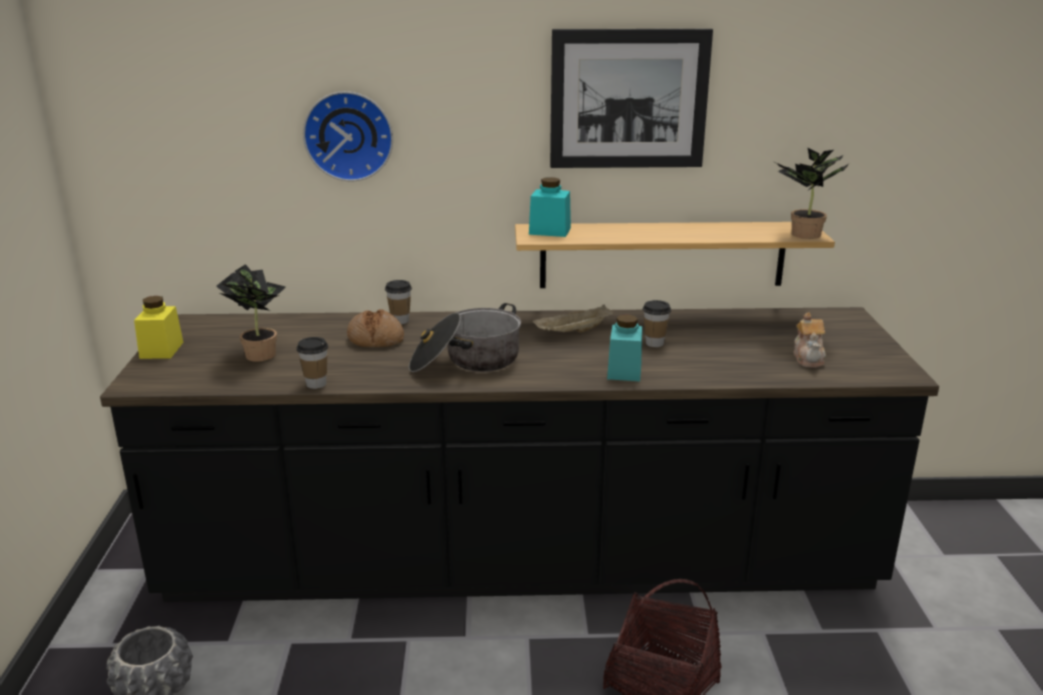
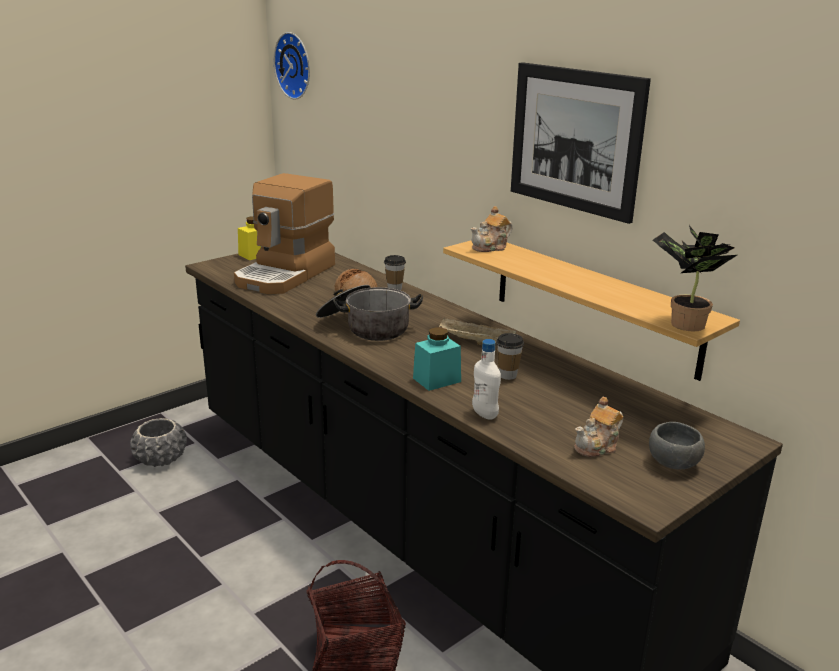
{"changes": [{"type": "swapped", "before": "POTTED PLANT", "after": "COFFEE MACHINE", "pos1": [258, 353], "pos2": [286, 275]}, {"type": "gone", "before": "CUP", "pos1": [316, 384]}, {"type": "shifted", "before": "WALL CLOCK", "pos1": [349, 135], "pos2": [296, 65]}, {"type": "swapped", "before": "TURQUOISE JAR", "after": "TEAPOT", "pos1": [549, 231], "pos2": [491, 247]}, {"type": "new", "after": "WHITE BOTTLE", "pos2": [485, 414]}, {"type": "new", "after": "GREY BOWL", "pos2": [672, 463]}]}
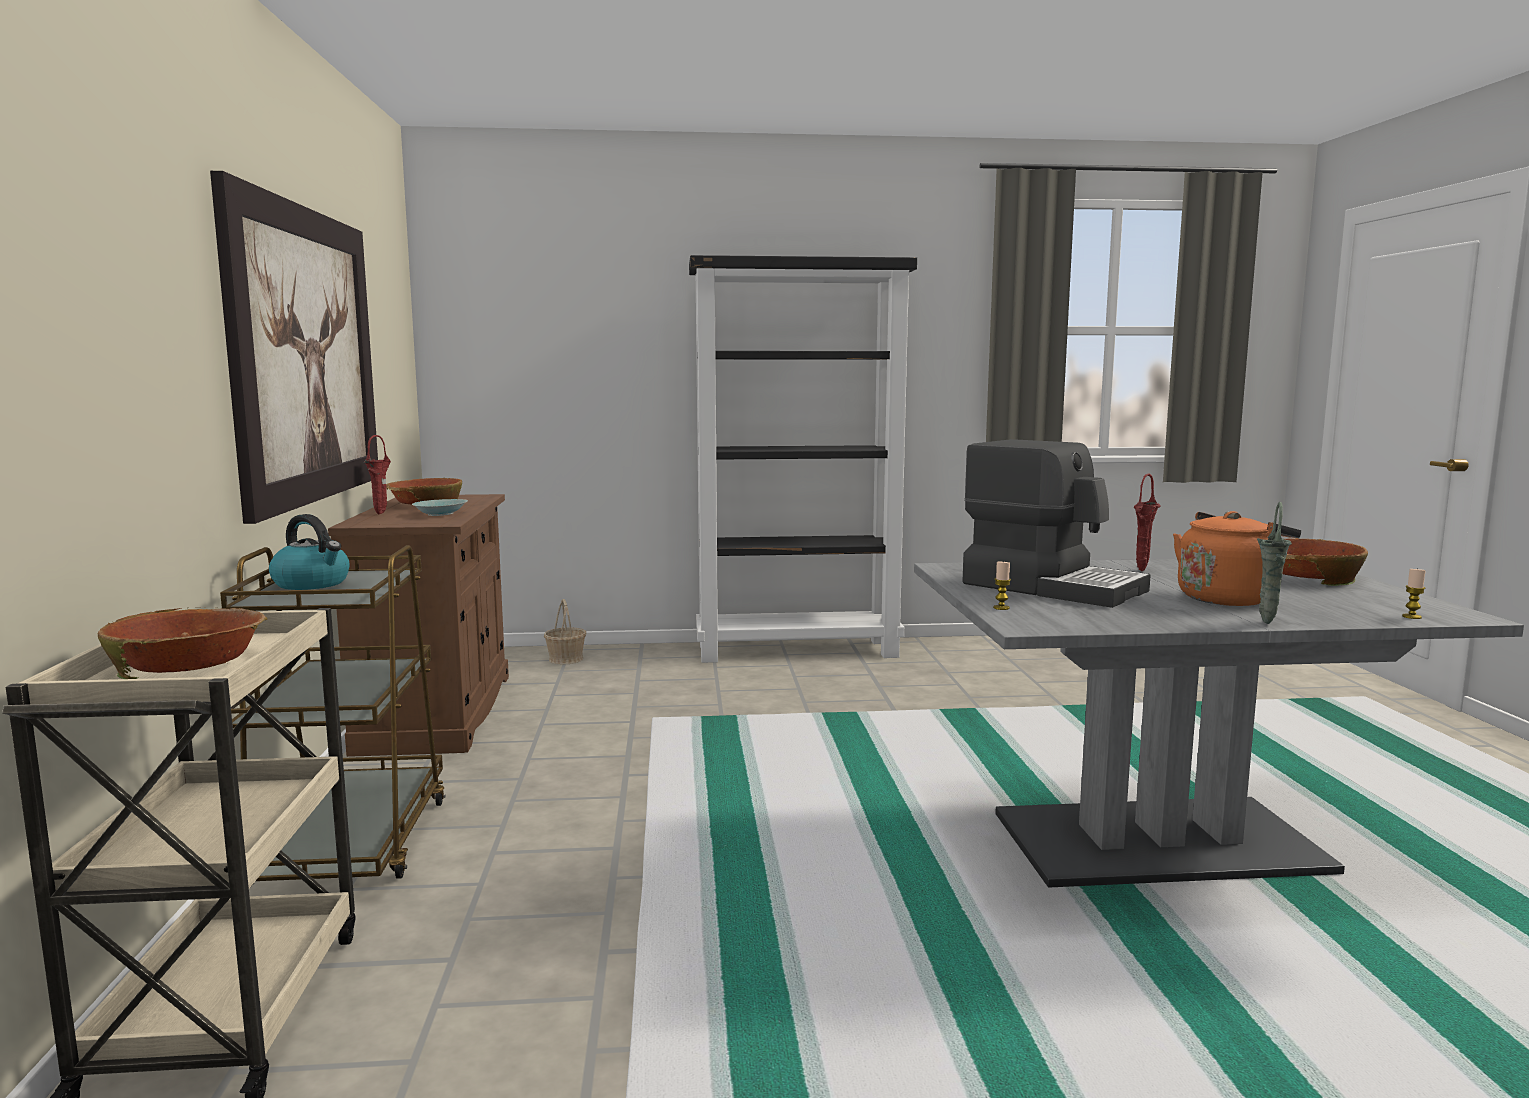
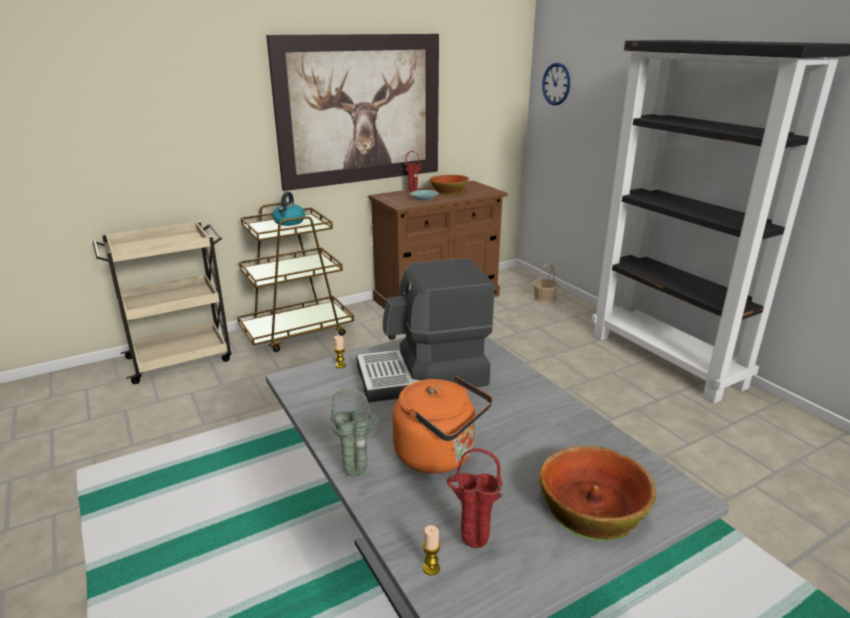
{"changes": [{"type": "gone", "before": "BOWL", "pos1": [189, 666]}, {"type": "rotated", "before": "COFFEE MACHINE", "pos1": [1052, 587], "pos2": [423, 376], "turn": 60}, {"type": "shifted", "before": "RED VASE", "pos1": [1141, 571], "pos2": [471, 545]}, {"type": "new", "after": "WALL CLOCK", "pos2": [556, 84]}]}
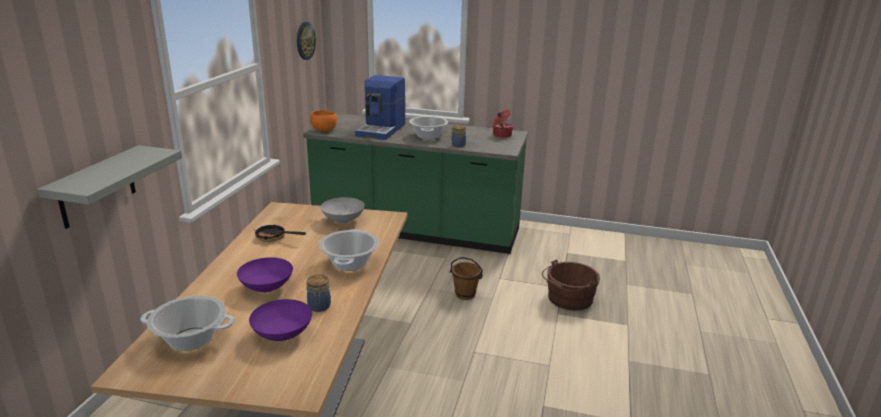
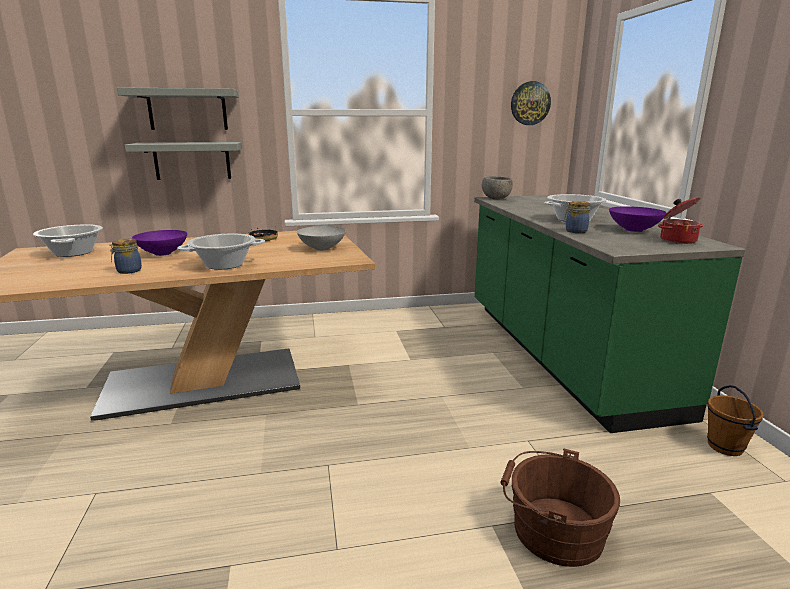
{"changes": [{"type": "shifted", "before": "PURPLE BOWL", "pos1": [281, 335], "pos2": [633, 230]}, {"type": "repainted", "before": "ORANGE BOWL", "after": "GREY BOWL", "pos1": [324, 130], "pos2": [496, 199]}, {"type": "gone", "before": "COFFEE MACHINE", "pos1": [382, 130]}, {"type": "shifted", "before": "BROWN BUCKET", "pos1": [465, 294], "pos2": [725, 447]}, {"type": "new", "after": "GREY SHELF", "pos2": [187, 110]}]}
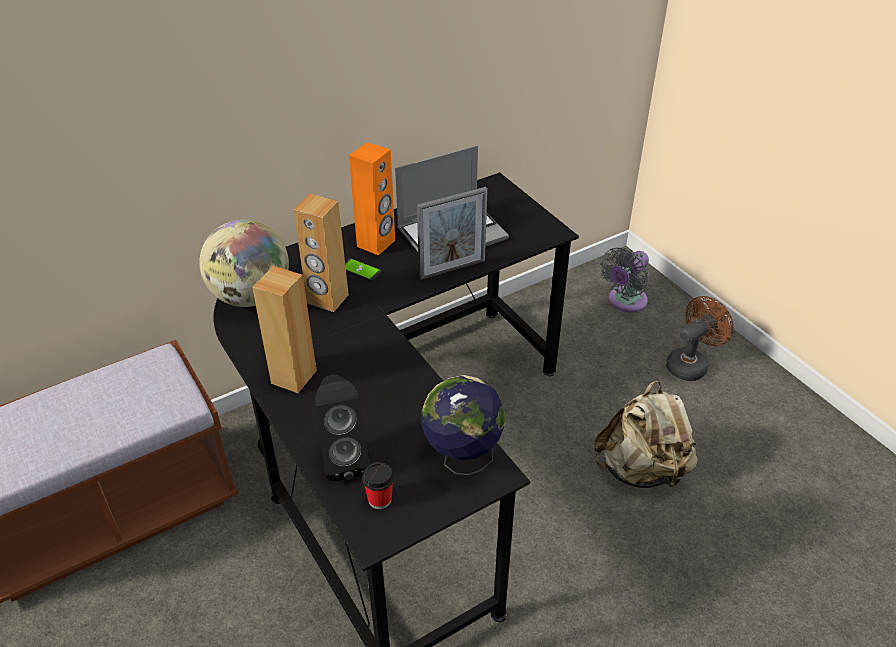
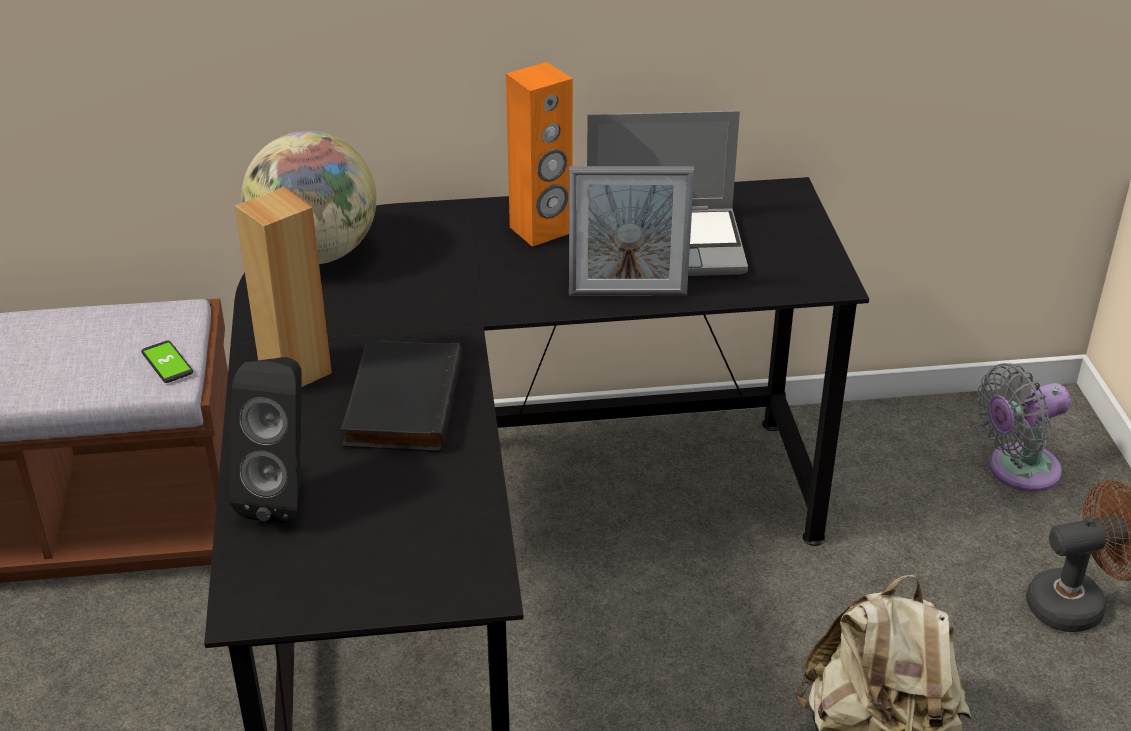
{"changes": [{"type": "gone", "before": "BROWN SPEAKER", "pos1": [327, 299]}, {"type": "shifted", "before": "PHONE", "pos1": [360, 270], "pos2": [167, 363]}, {"type": "gone", "before": "CUP", "pos1": [380, 499]}, {"type": "gone", "before": "GLOBE", "pos1": [462, 459]}, {"type": "new", "after": "BLACK BOOK", "pos2": [400, 402]}]}
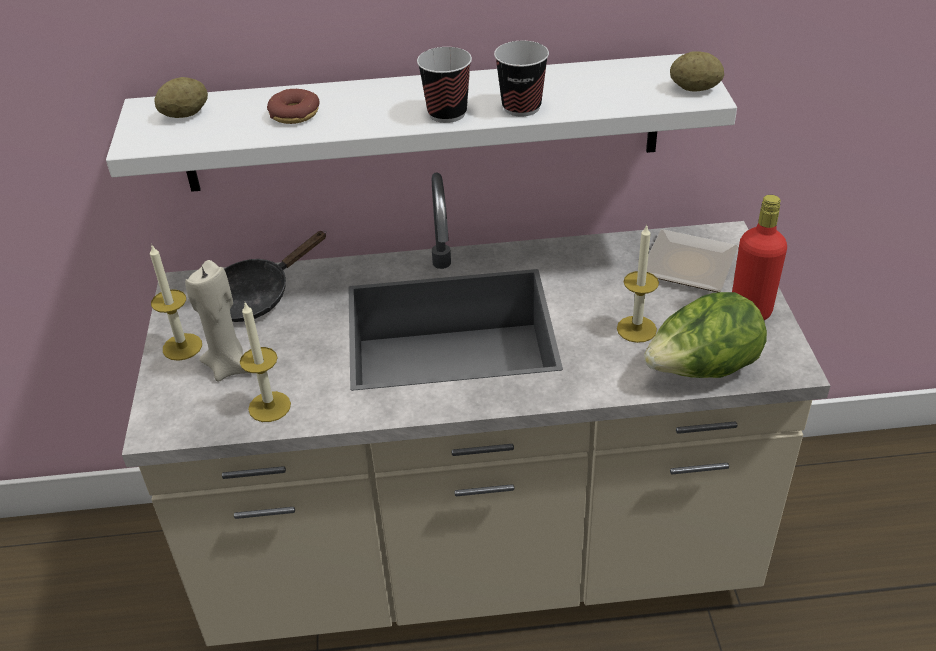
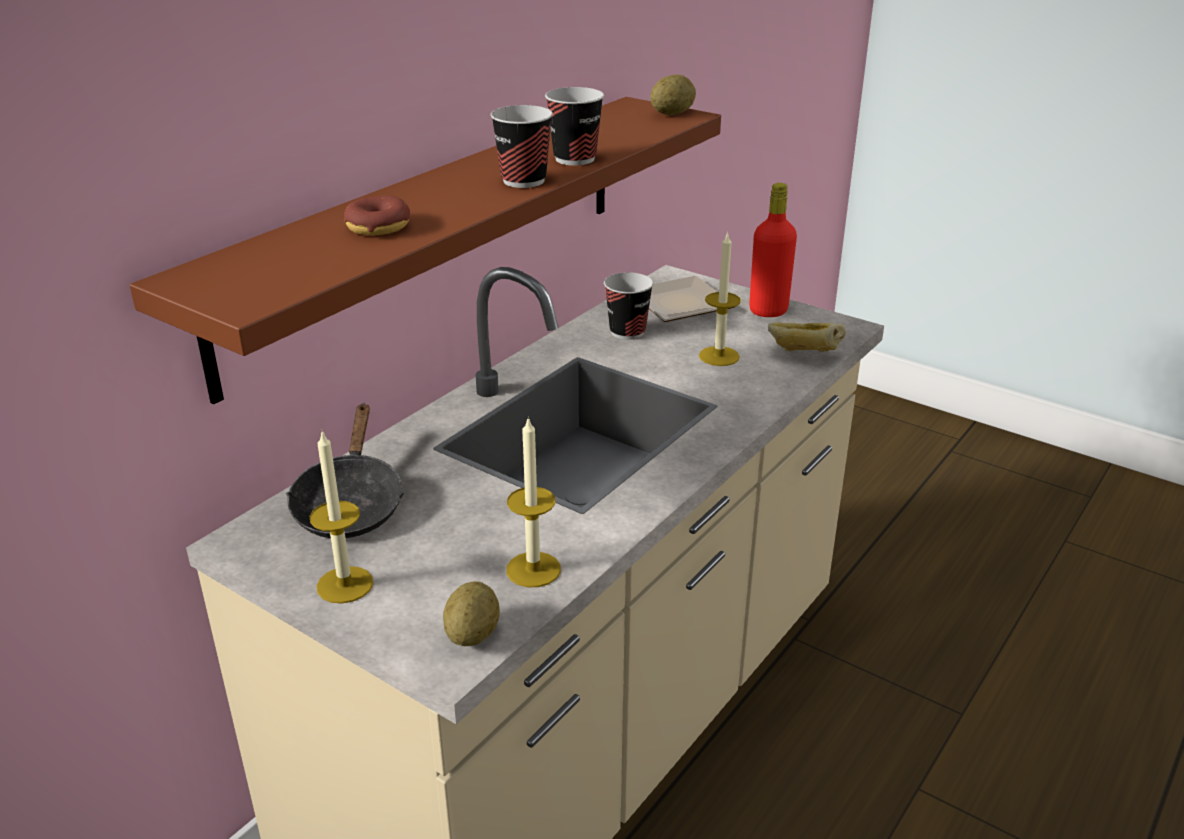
{"changes": [{"type": "repainted", "before": "WHITE SHELF", "after": "BROWN SHELF", "pos1": [422, 123], "pos2": [435, 231]}, {"type": "shifted", "before": "POTATO", "pos1": [185, 115], "pos2": [472, 634]}, {"type": "gone", "before": "BEIGE CANDLE", "pos1": [229, 366]}, {"type": "swapped", "before": "LETTUCE", "after": "BREAD", "pos1": [701, 370], "pos2": [803, 356]}, {"type": "new", "after": "CUP", "pos2": [627, 332]}]}
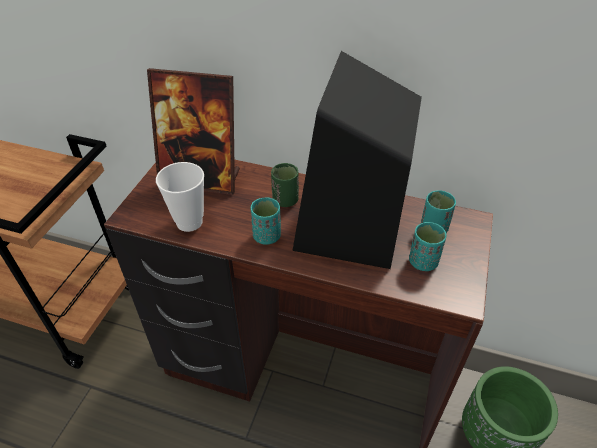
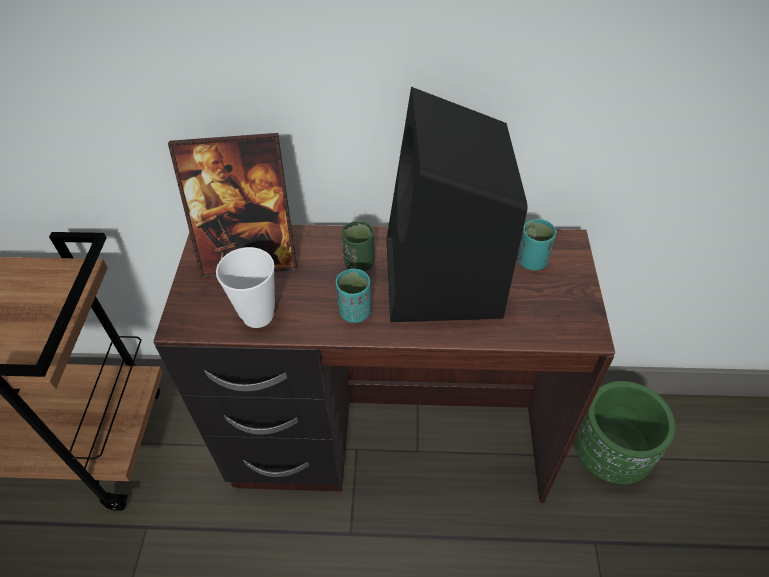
{"changes": [{"type": "gone", "before": "TURQUOISE CUP", "pos1": [423, 262]}]}
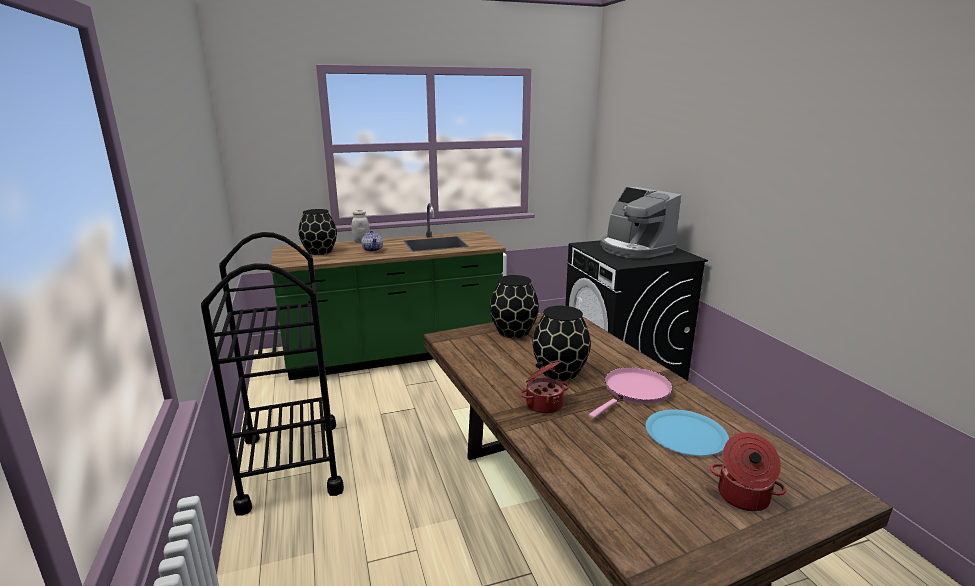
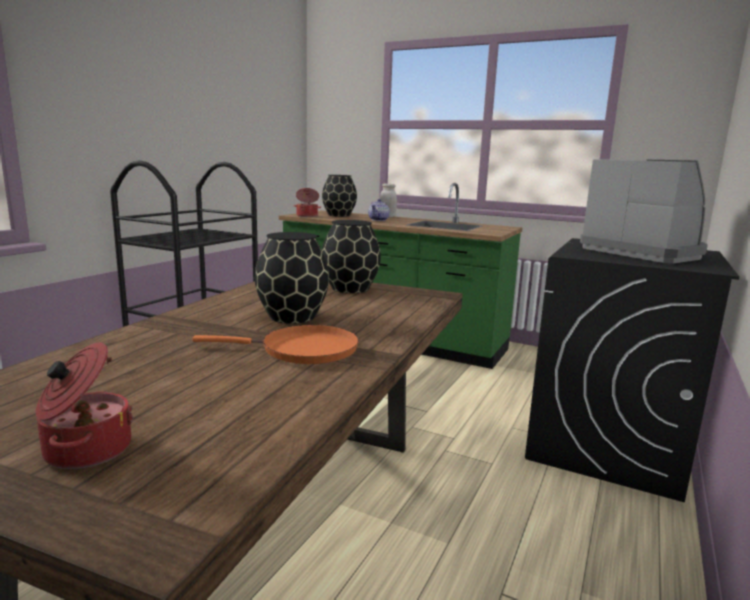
{"changes": [{"type": "shifted", "before": "COOKING POT", "pos1": [543, 404], "pos2": [307, 216]}, {"type": "repainted", "before": "PINK FRYING PAN", "after": "ORANGE FRYING PAN", "pos1": [634, 392], "pos2": [303, 350]}, {"type": "rotated", "before": "COFFEE MACHINE", "pos1": [634, 249], "pos2": [643, 252], "turn": 135}, {"type": "gone", "before": "BLUE PLATE", "pos1": [686, 434]}]}
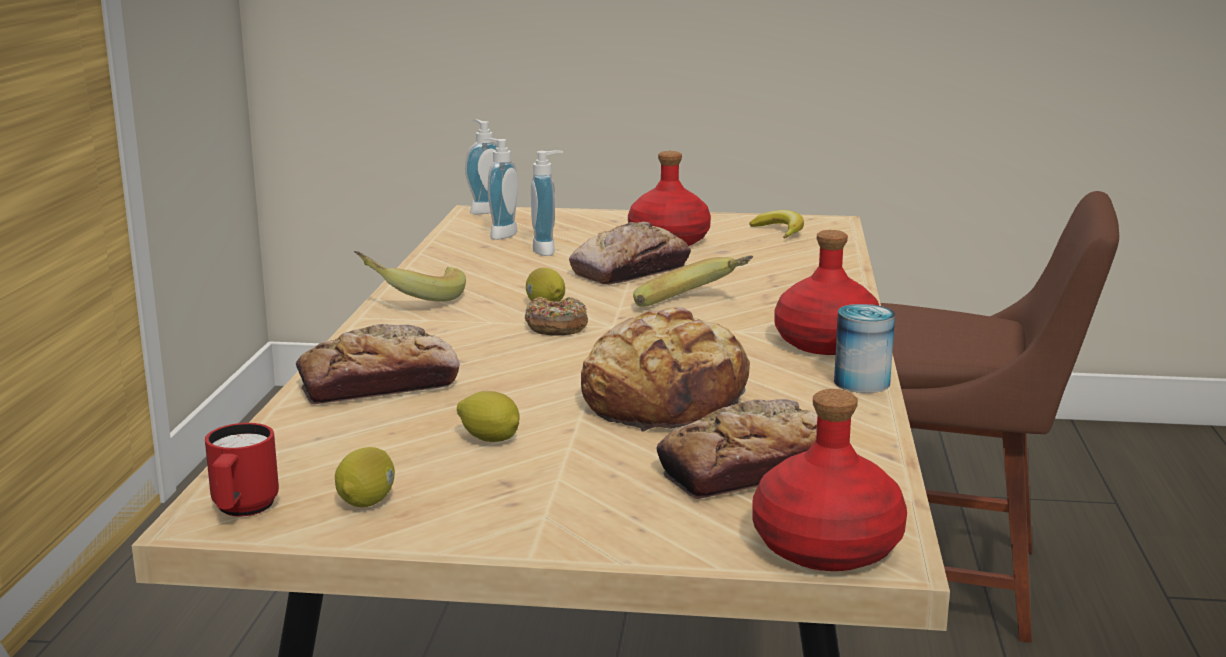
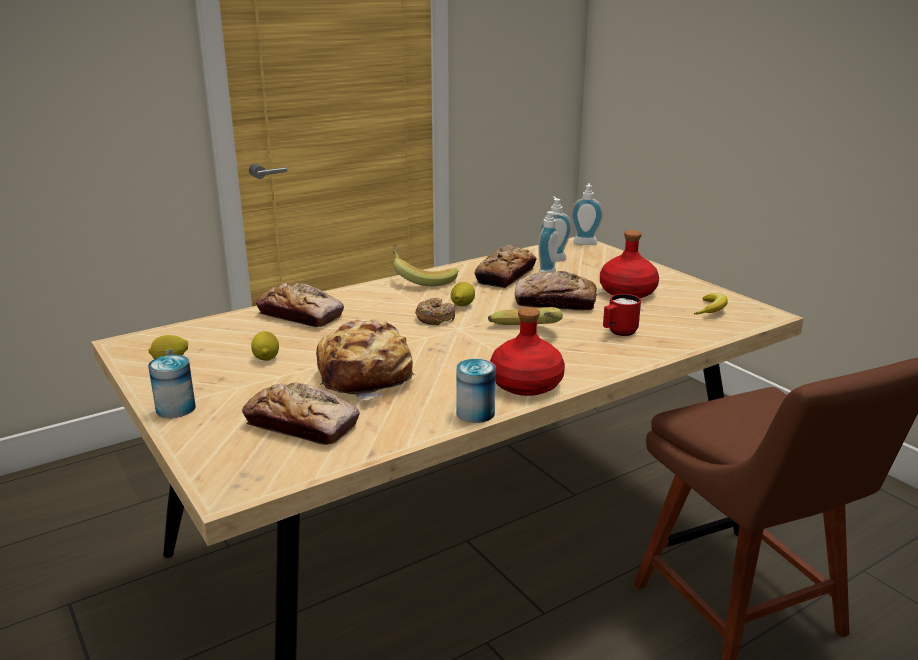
{"changes": [{"type": "shifted", "before": "RED MUG", "pos1": [242, 511], "pos2": [618, 332]}, {"type": "gone", "before": "RED BOTTLE", "pos1": [828, 547]}, {"type": "new", "after": "CAN", "pos2": [175, 408]}, {"type": "new", "after": "BREAD", "pos2": [505, 275]}]}
